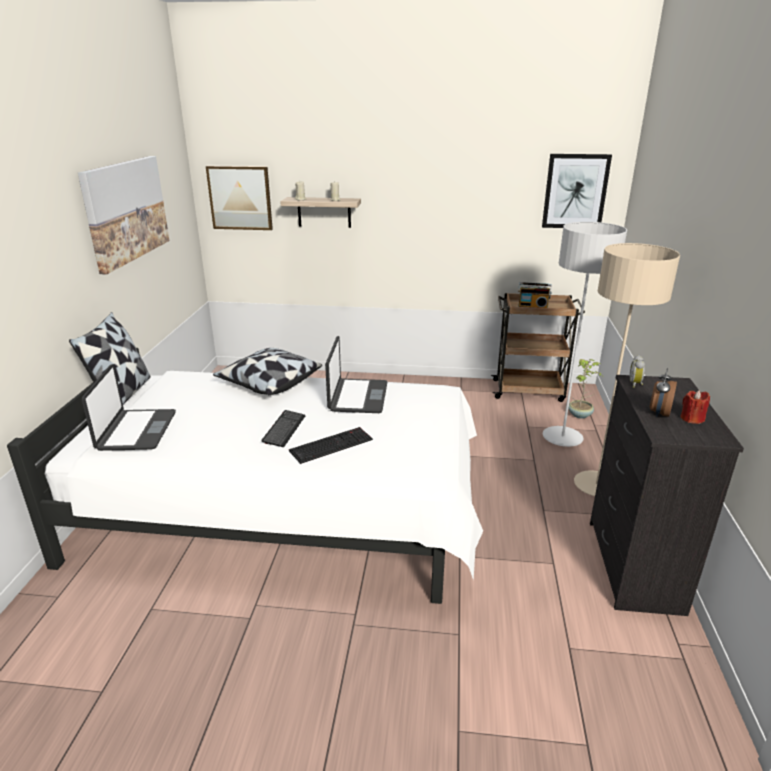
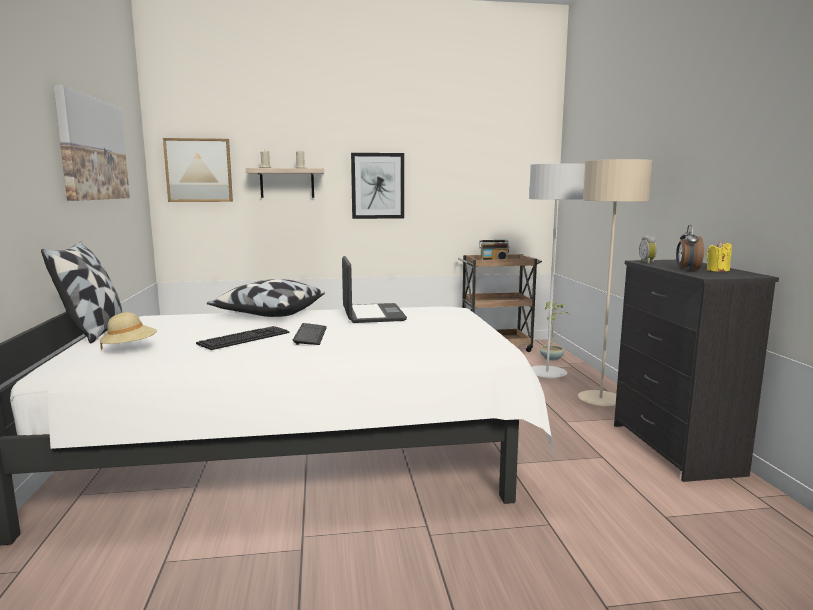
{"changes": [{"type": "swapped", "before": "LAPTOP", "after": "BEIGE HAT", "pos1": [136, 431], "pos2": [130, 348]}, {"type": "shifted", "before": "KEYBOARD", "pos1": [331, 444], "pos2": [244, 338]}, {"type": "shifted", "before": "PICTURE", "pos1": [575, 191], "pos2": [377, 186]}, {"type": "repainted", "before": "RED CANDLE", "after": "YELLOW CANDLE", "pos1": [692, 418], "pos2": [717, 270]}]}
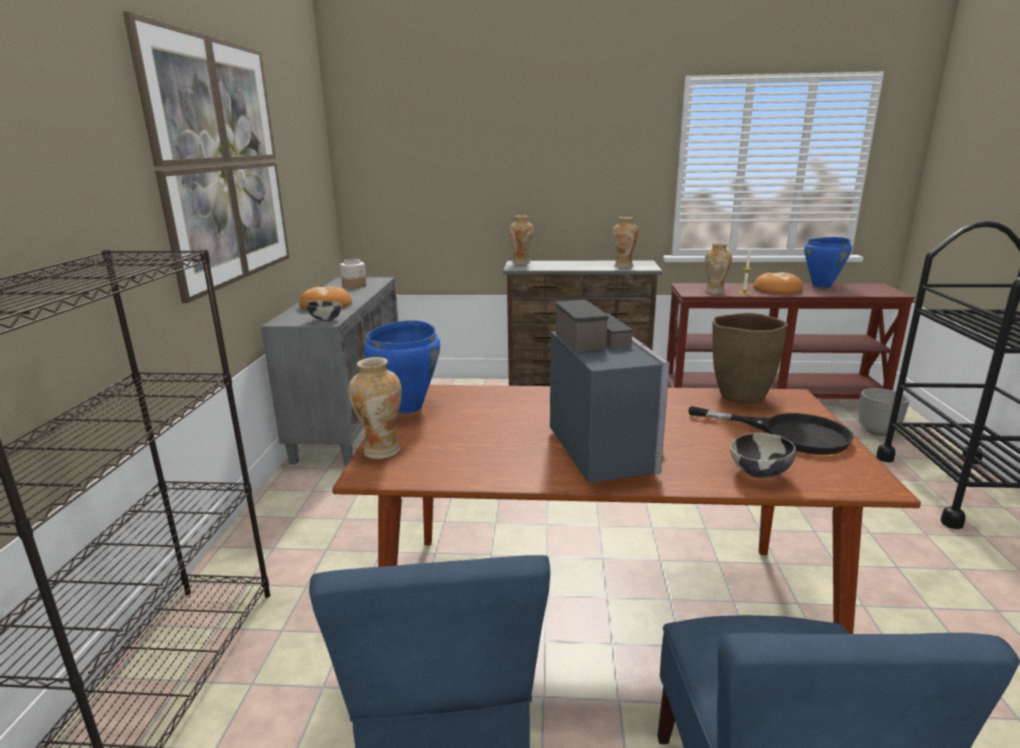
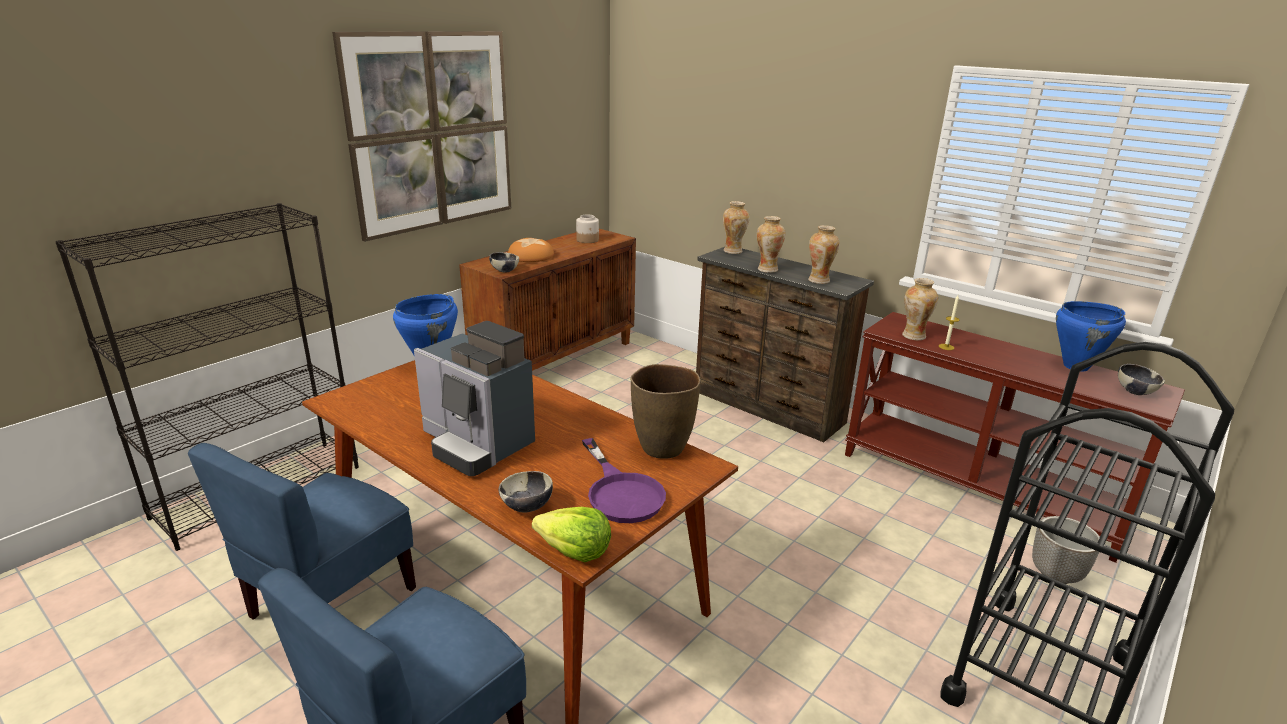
{"changes": [{"type": "repainted", "before": "GREY CABINET", "after": "BROWN CABINET", "pos1": [350, 420], "pos2": [556, 360]}, {"type": "shifted", "before": "VASE", "pos1": [380, 450], "pos2": [767, 269]}, {"type": "rotated", "before": "COFFEE MACHINE", "pos1": [606, 449], "pos2": [477, 444], "turn": 105}, {"type": "repainted", "before": "BLACK FRYING PAN", "after": "PURPLE FRYING PAN", "pos1": [789, 434], "pos2": [621, 492]}, {"type": "gone", "before": "BREAD", "pos1": [776, 289]}, {"type": "new", "after": "LETTUCE", "pos2": [575, 551]}, {"type": "new", "after": "BOWL", "pos2": [1135, 391]}]}
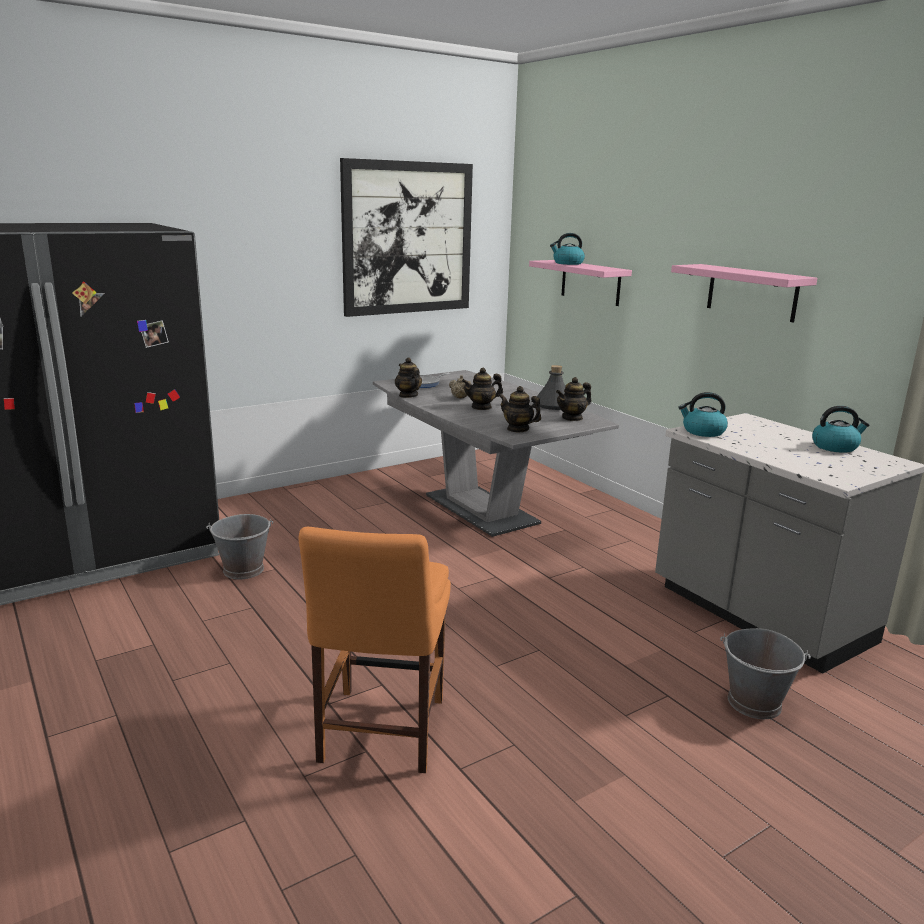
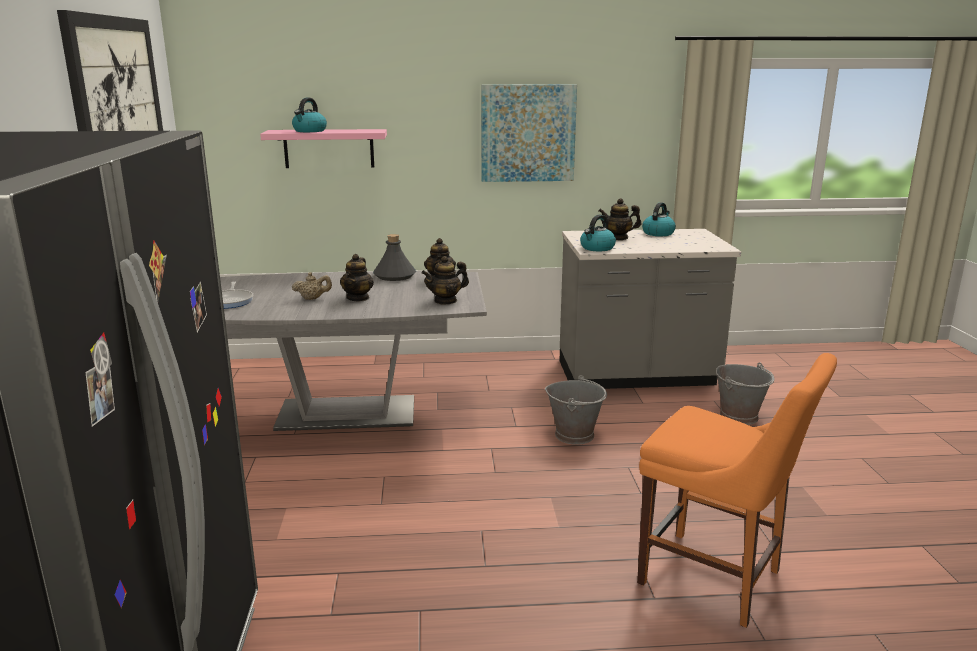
{"changes": [{"type": "shifted", "before": "GREY BUCKET", "pos1": [244, 570], "pos2": [575, 435]}, {"type": "shifted", "before": "TEAPOT", "pos1": [408, 395], "pos2": [618, 238]}, {"type": "swapped", "before": "PINK SHELF", "after": "PICTURE", "pos1": [752, 292], "pos2": [528, 133]}]}
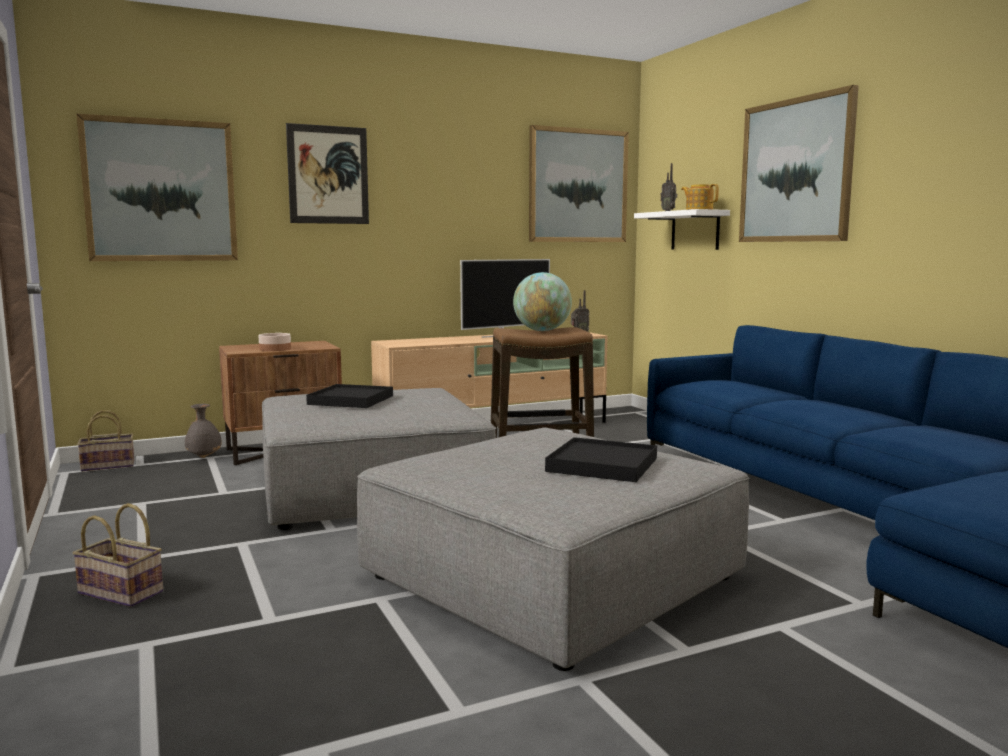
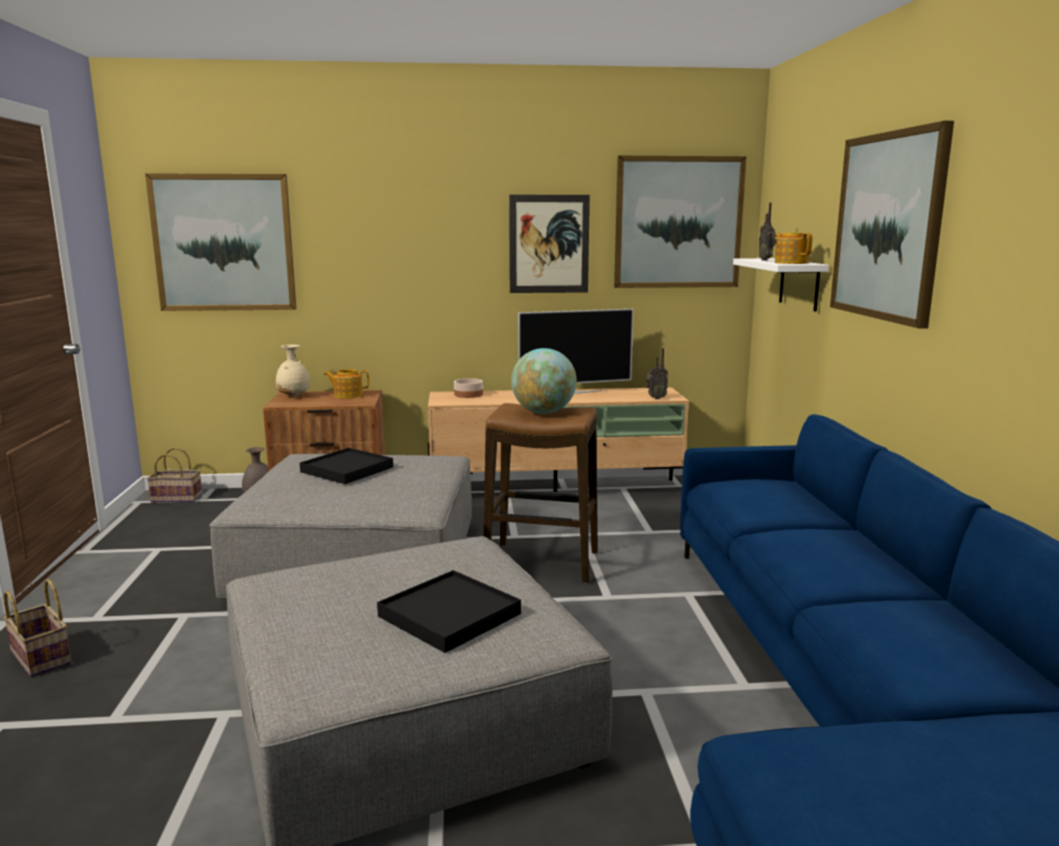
{"changes": [{"type": "shifted", "before": "BOWL", "pos1": [275, 349], "pos2": [468, 394]}, {"type": "shifted", "before": "PICTURE", "pos1": [328, 175], "pos2": [549, 244]}, {"type": "new", "after": "BEIGE VASE", "pos2": [294, 397]}, {"type": "new", "after": "TEAPOT", "pos2": [347, 395]}]}
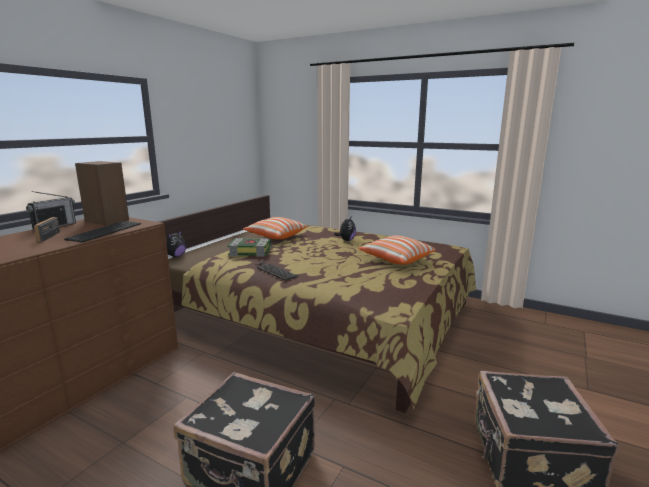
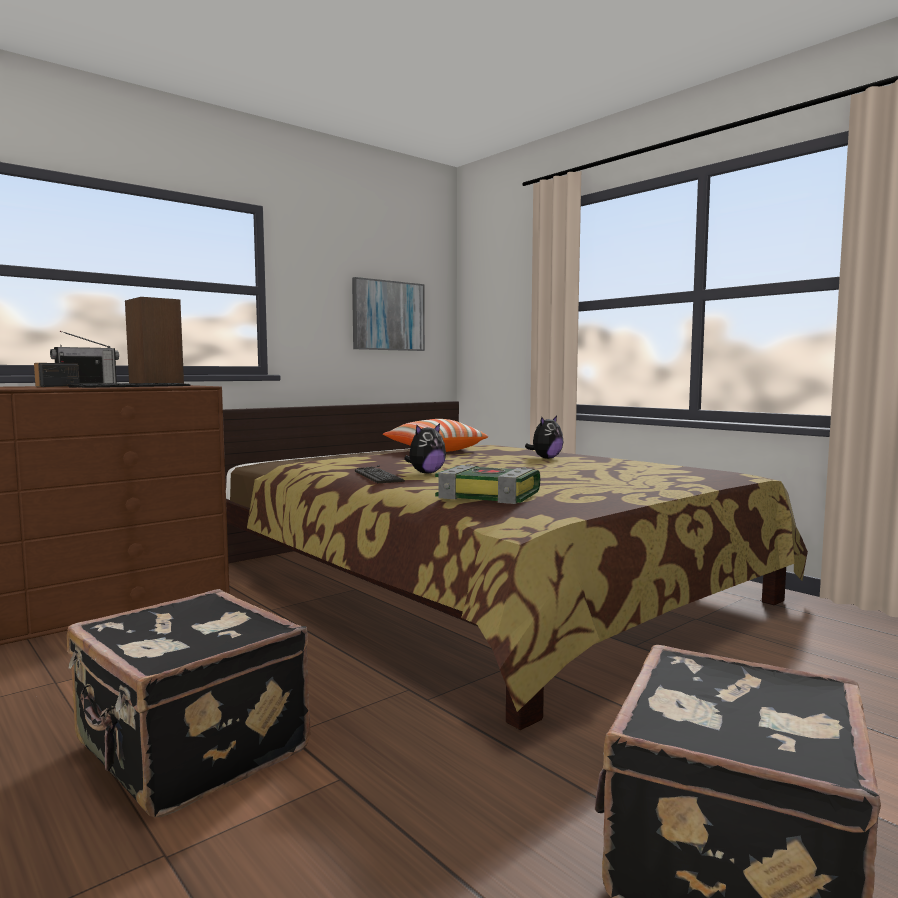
{"changes": [{"type": "shifted", "before": "PLUSH TOY", "pos1": [176, 256], "pos2": [426, 473]}, {"type": "shifted", "before": "BOOK", "pos1": [251, 252], "pos2": [490, 496]}, {"type": "gone", "before": "PILLOW", "pos1": [396, 259]}, {"type": "new", "after": "PICTURE", "pos2": [388, 315]}]}
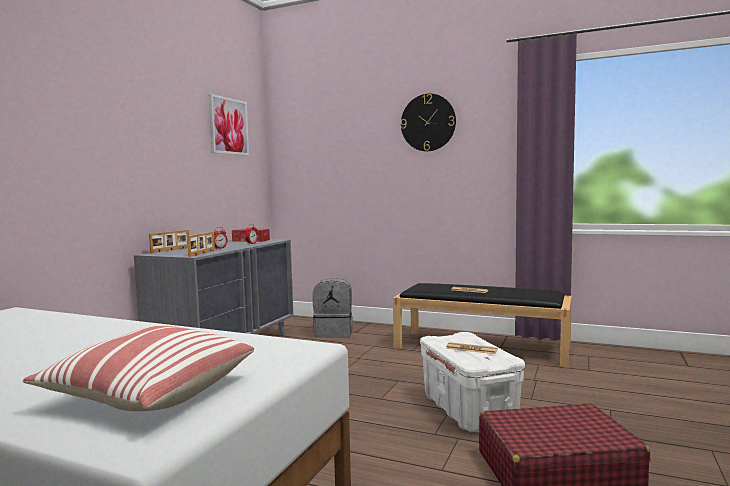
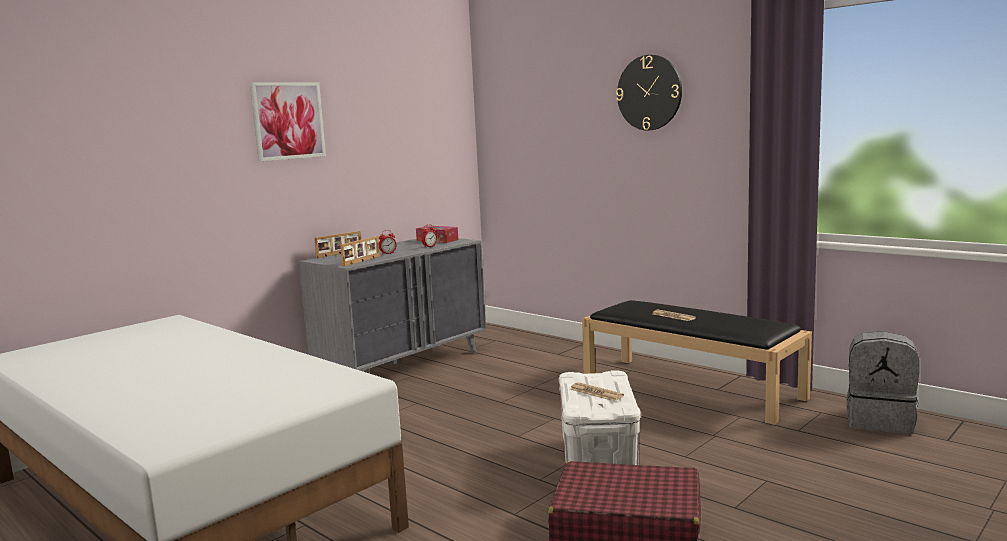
{"changes": [{"type": "gone", "before": "PILLOW", "pos1": [149, 394]}, {"type": "shifted", "before": "PICTURE", "pos1": [228, 126], "pos2": [288, 121]}, {"type": "shifted", "before": "GREY BACKPACK", "pos1": [334, 333], "pos2": [880, 421]}]}
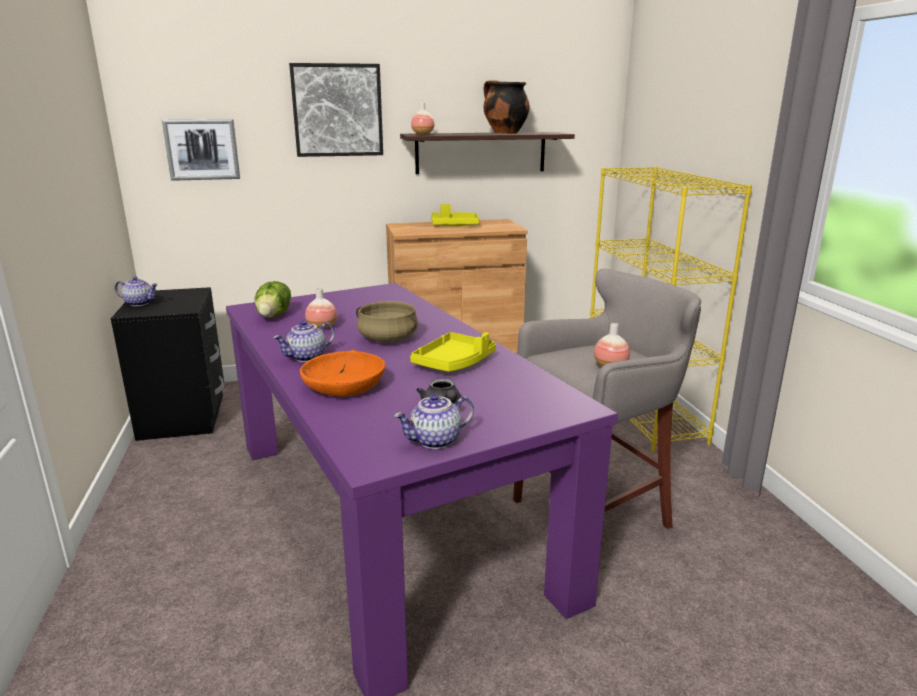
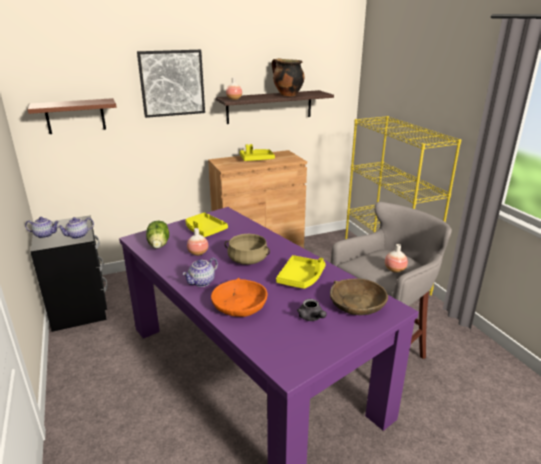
{"changes": [{"type": "swapped", "before": "PICTURE", "after": "SHELF", "pos1": [202, 149], "pos2": [75, 116]}, {"type": "shifted", "before": "TEAPOT", "pos1": [435, 441], "pos2": [78, 236]}, {"type": "new", "after": "YELLOW TRAY", "pos2": [204, 230]}, {"type": "new", "after": "BROWN BOWL", "pos2": [356, 304]}]}
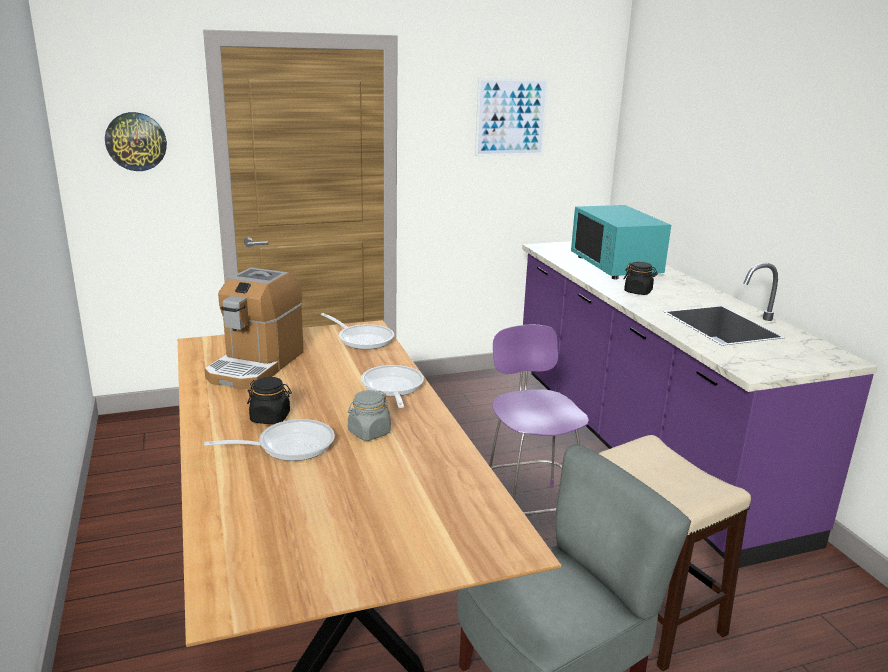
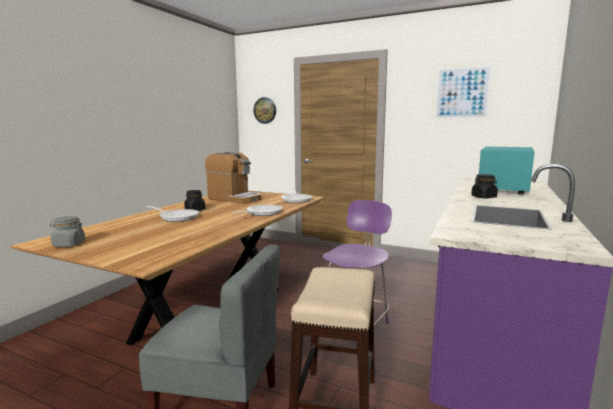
{"changes": [{"type": "rotated", "before": "COFFEE MACHINE", "pos1": [256, 365], "pos2": [234, 198], "turn": -120}, {"type": "shifted", "before": "GREY JAR", "pos1": [369, 432], "pos2": [69, 244]}]}
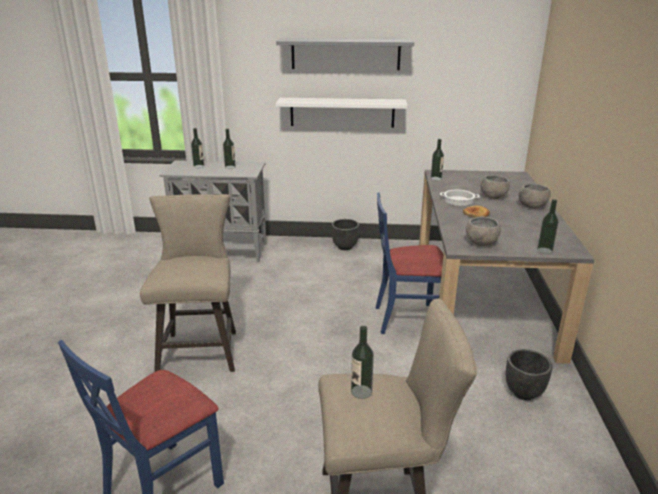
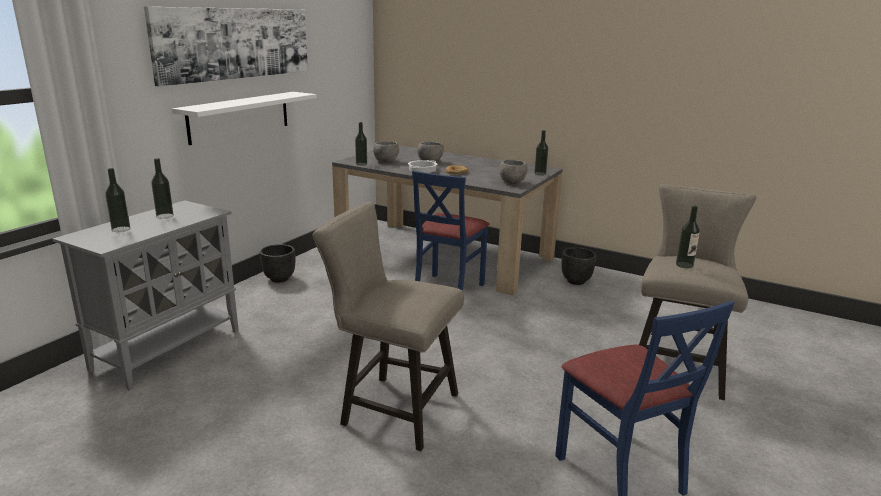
{"changes": [{"type": "swapped", "before": "GREY SHELF", "after": "PICTURE", "pos1": [345, 54], "pos2": [235, 43]}, {"type": "shifted", "before": "GREY BOWL", "pos1": [531, 206], "pos2": [385, 161]}]}
